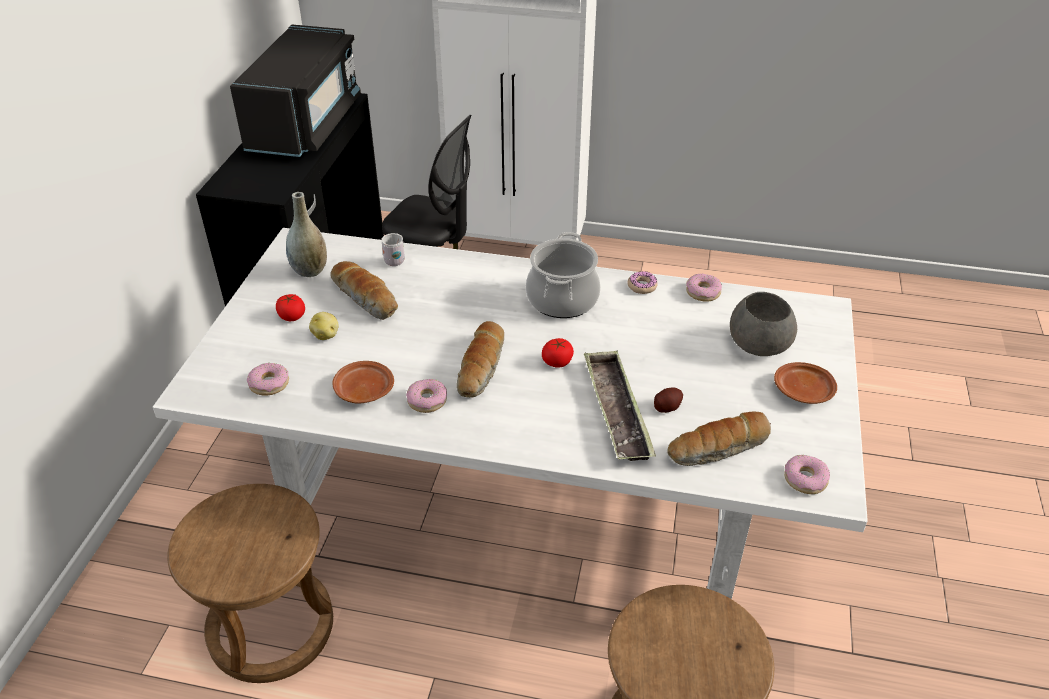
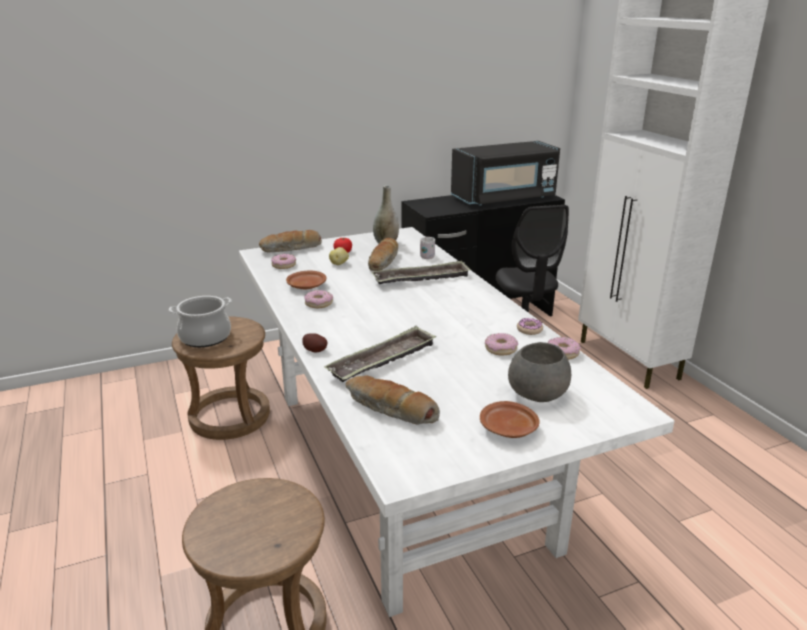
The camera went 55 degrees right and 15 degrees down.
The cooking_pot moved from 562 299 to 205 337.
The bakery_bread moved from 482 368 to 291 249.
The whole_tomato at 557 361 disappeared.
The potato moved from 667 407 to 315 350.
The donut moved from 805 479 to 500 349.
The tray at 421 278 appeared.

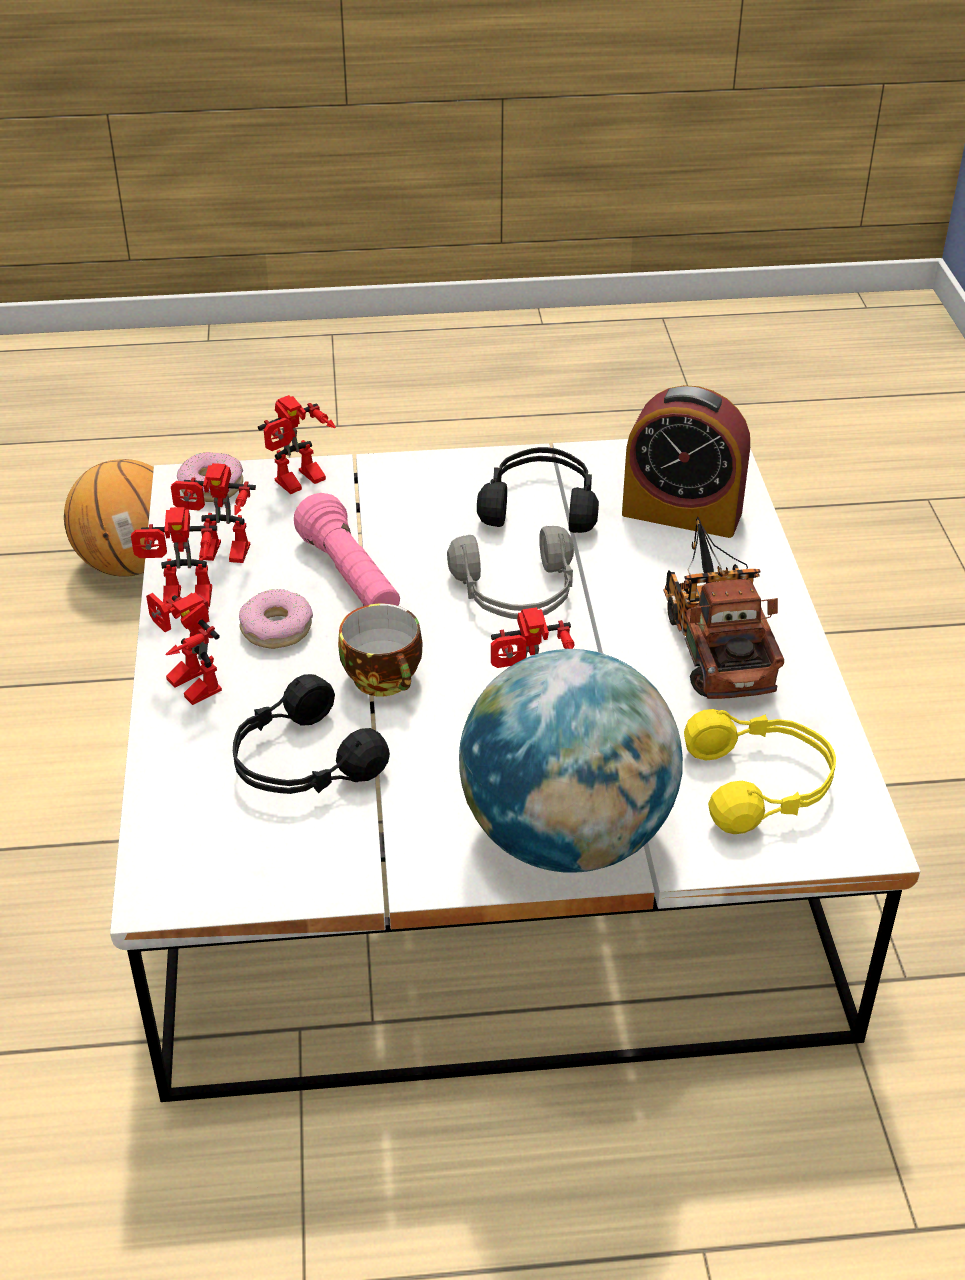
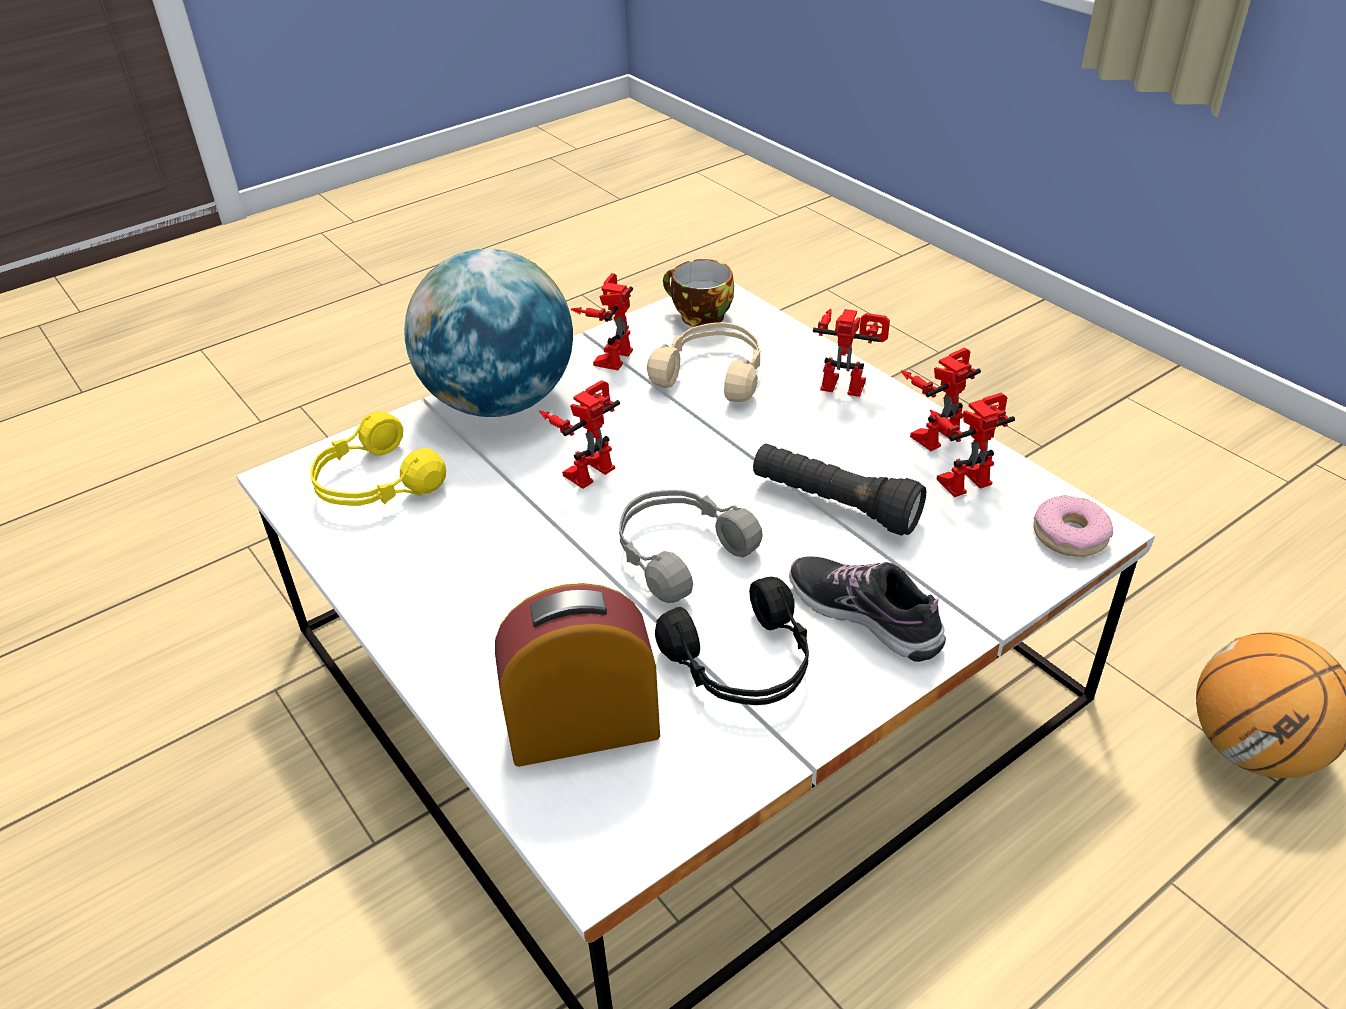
The camera went 150 degrees right and 0 degrees up.
The model_robot moved from 300 484 to 609 355.
The pink_torch at 350 578 became the black_torch at 834 505.
The model_truck at 714 641 disappeared.
The donut at 276 628 disappeared.
The small_cup moved from 386 679 to 698 317.
The black_pair_of_headphones at 302 762 became the sand-coloured_pair_of_headphones at 713 374.
The low_shoe at 865 615 appeared.

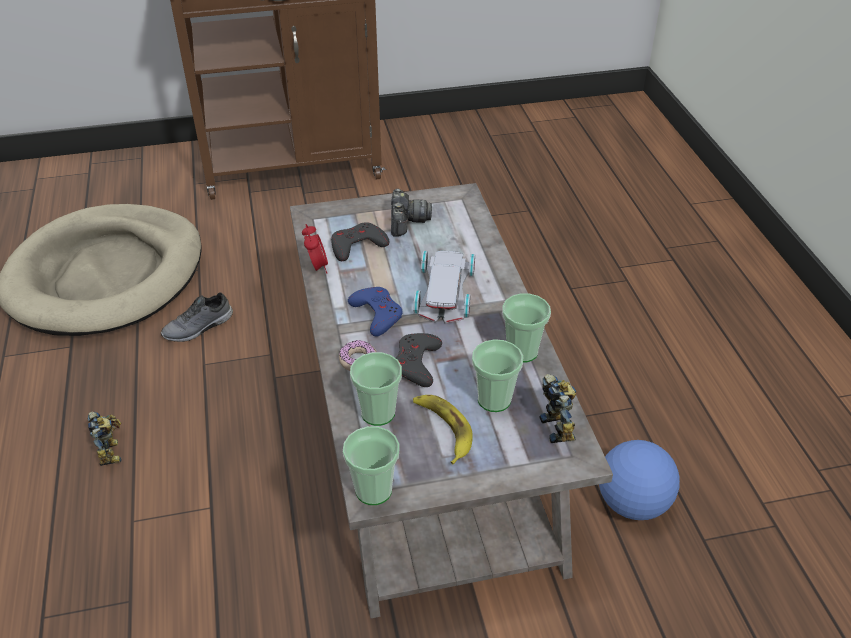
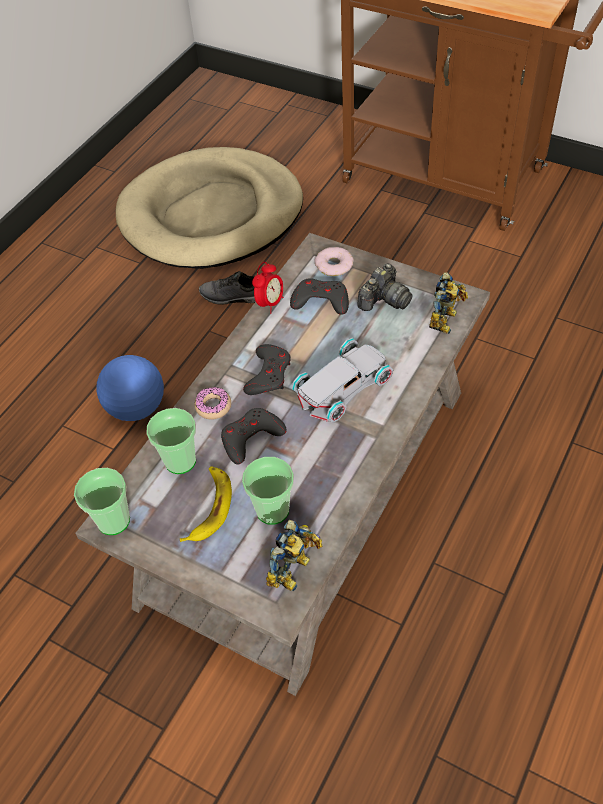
The camera went 45 degrees right and 10 degrees up.
The bluish_gamepad at 377 314 became the greyish_gamepad at 269 374.
The small_cup at 522 351 disappeared.
The model_robot moved from 112 452 to 446 320.
The football moved from 632 503 to 137 408.
The donut at 334 265 appeared.

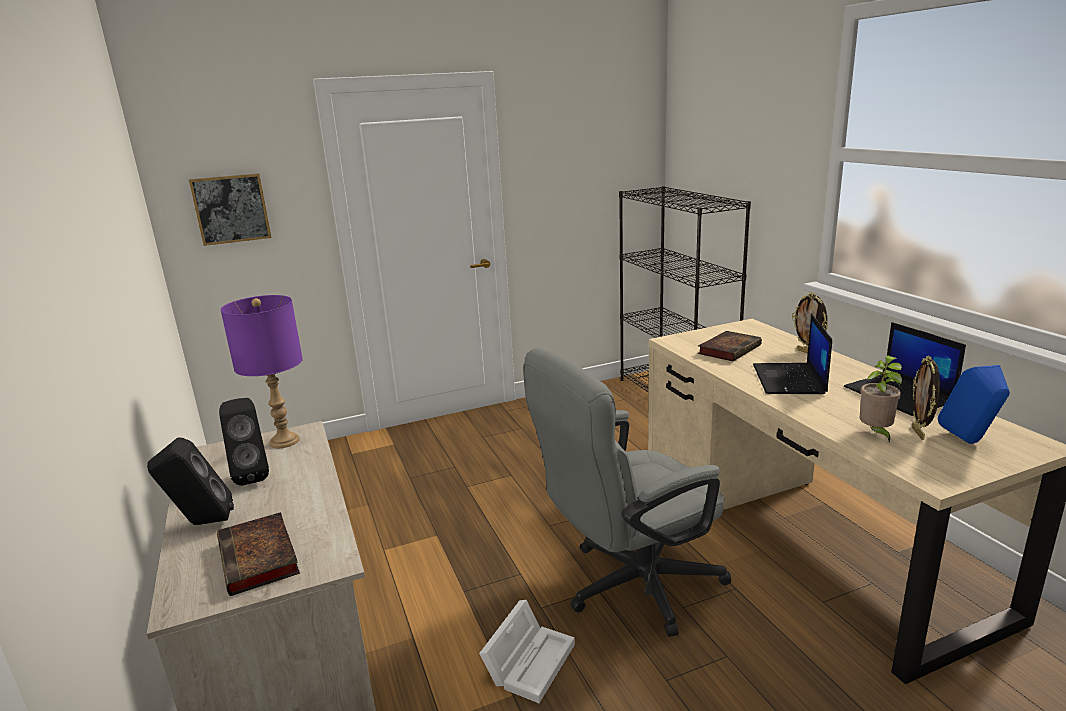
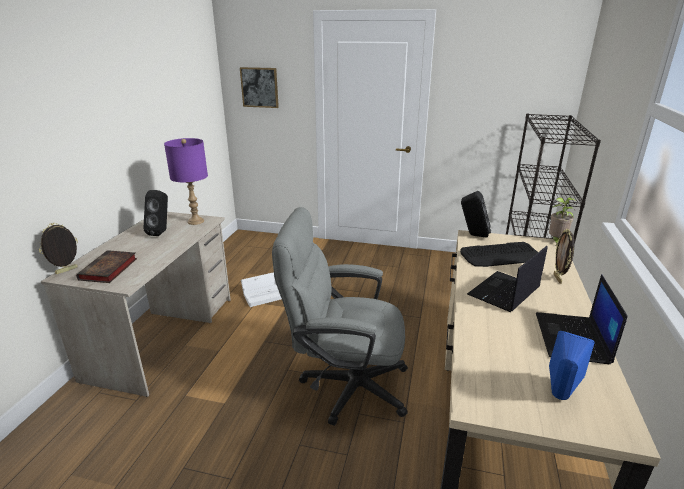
The camera went 35 degrees right and 5 degrees up.
The volume at 729 349 was replaced by the keyboard at 500 255.
The potted_plant moved from 875 433 to 556 241.
The standing_frame moved from 919 433 to 66 271.
The black_speaker moved from 201 523 to 473 235.
The whitish_storage_box moved from 530 660 to 264 295.

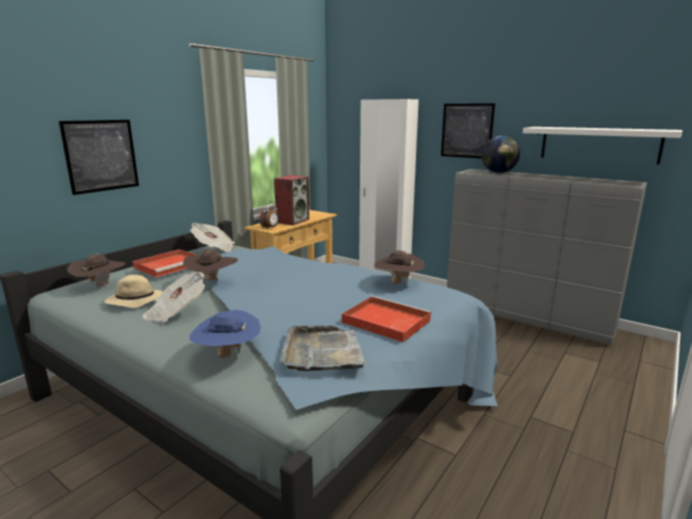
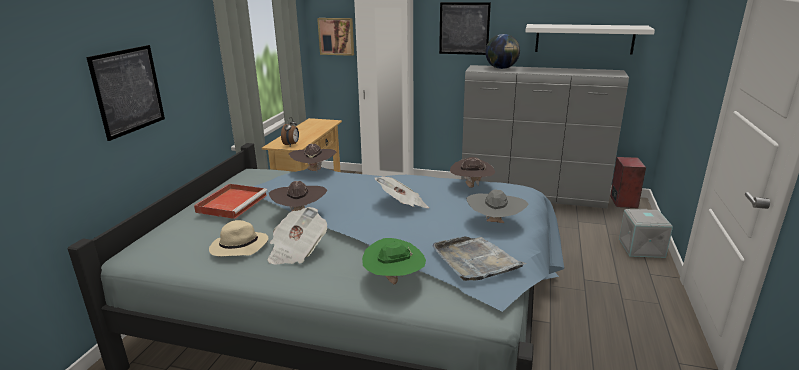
The camera went 20 degrees left and 5 degrees up.
The speaker moved from 292 221 to 623 201.
The newspaper moved from 214 248 to 402 205.
The brown_wearable_hat moved from 100 286 to 314 171.
The reddish_tray at 384 321 was replaced by the greyish_wearable_hat at 495 224.
The bluish_wearable_hat at 227 355 became the greenish_wearable_hat at 394 281.
The wall_art at 336 36 appeared.
The greyish_storage_box at 640 248 appeared.

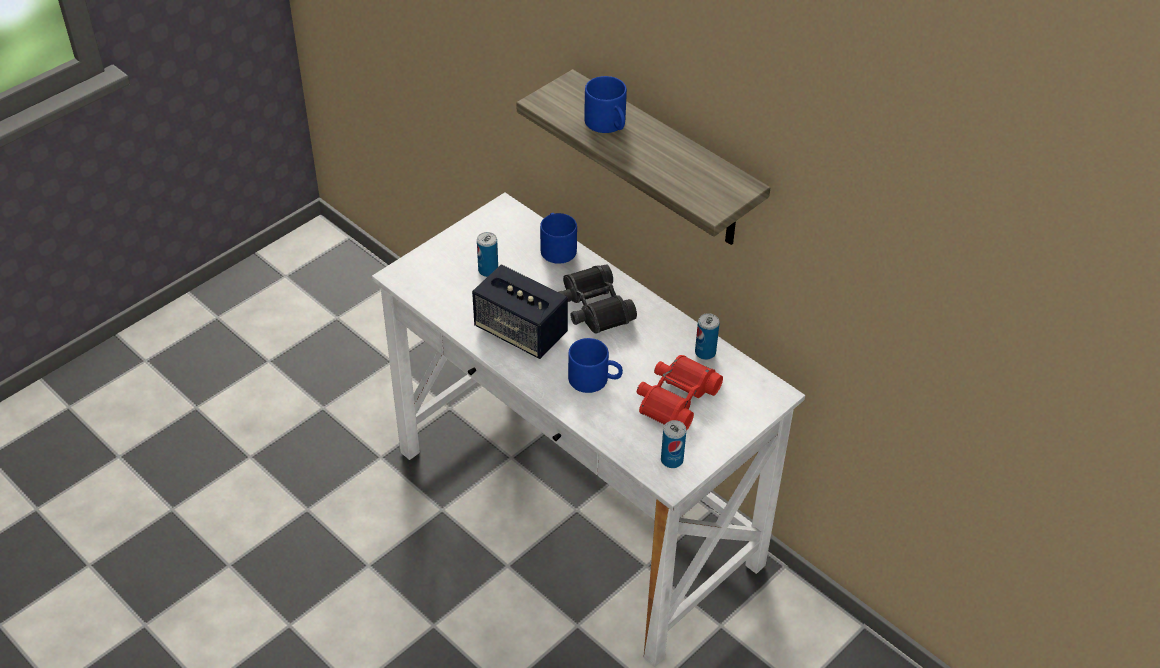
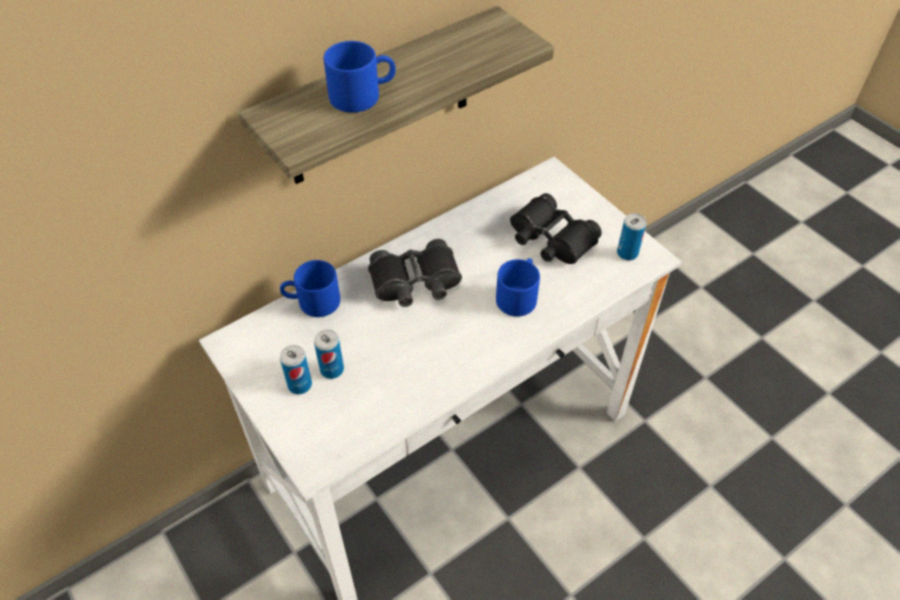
The camera went 80 degrees left and 5 degrees up.
The speaker at 520 332 disappeared.
The metal_can moved from 705 352 to 300 385.
The reddish_field_glasses at 675 399 became the black_field_glasses at 551 239.

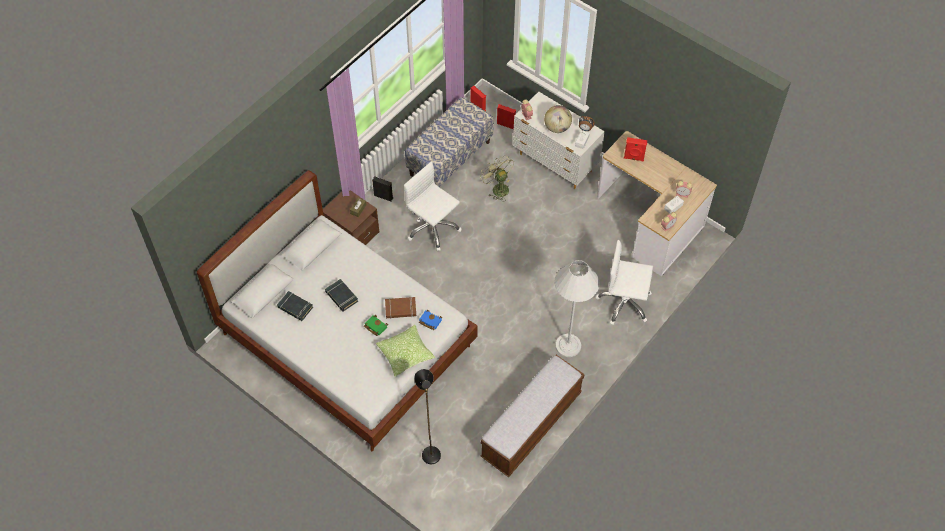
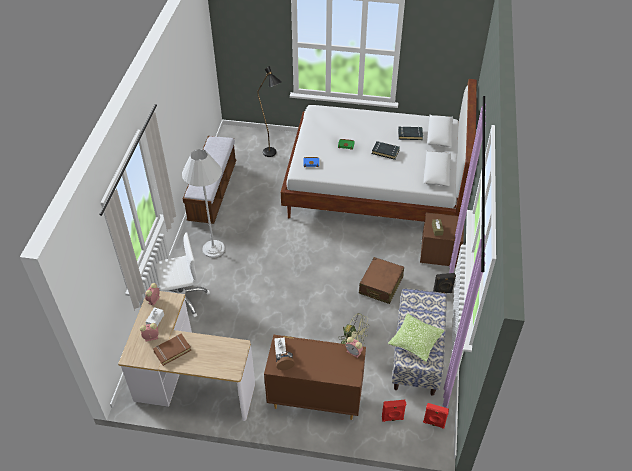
The camera went 150 degrees right and 10 degrees down.
The whitish_chest_of_drawers at 555 164 became the brown_chest_of_drawers at 315 398.
The desk_globe at 557 128 disappeared.
The reddish_speaker at 633 158 disappeared.
The whitish_computer_chair at 432 228 was replaced by the brown_piece_of_luggage at 380 285.
The brown_volume moved from 400 309 to 172 350.
The pillow moved from 405 354 to 415 341.

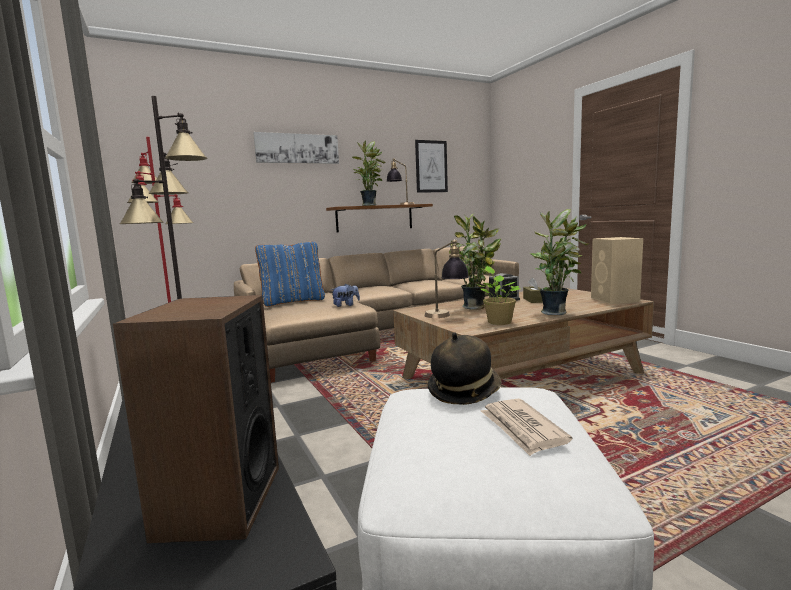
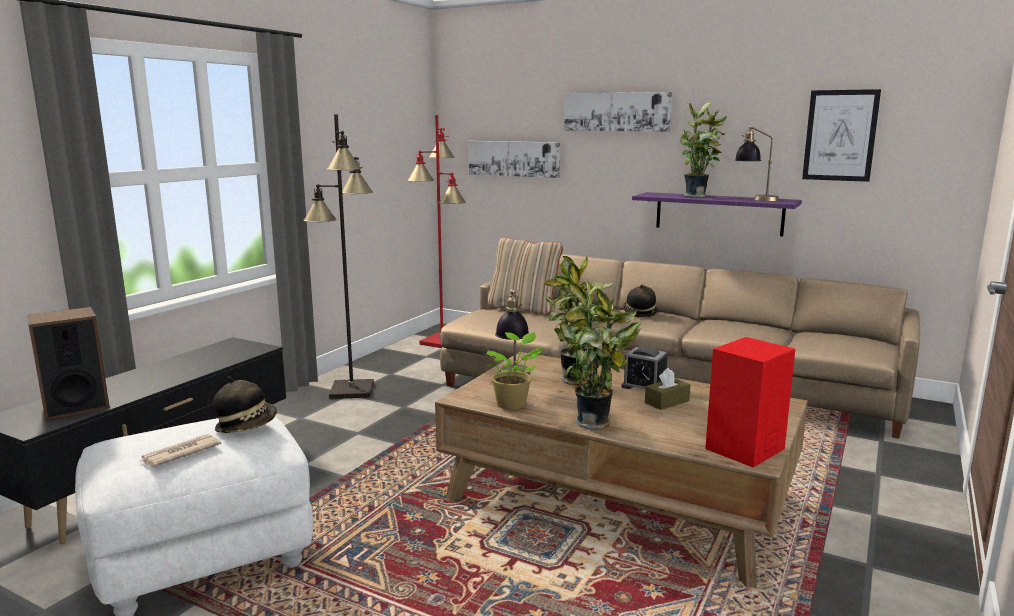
The camera went 55 degrees right and 5 degrees up.
The brown_shelf at 375 218 became the purple_shelf at 718 213.
The sand-coloured_speaker at 615 300 became the reddish_speaker at 743 449.
The bluish_pillow at 293 302 became the sand-coloured_pillow at 524 308.
The soft_toy at 346 305 disappeared.
The wall_art at 514 158 appeared.
The wearable_hat at 640 313 appeared.

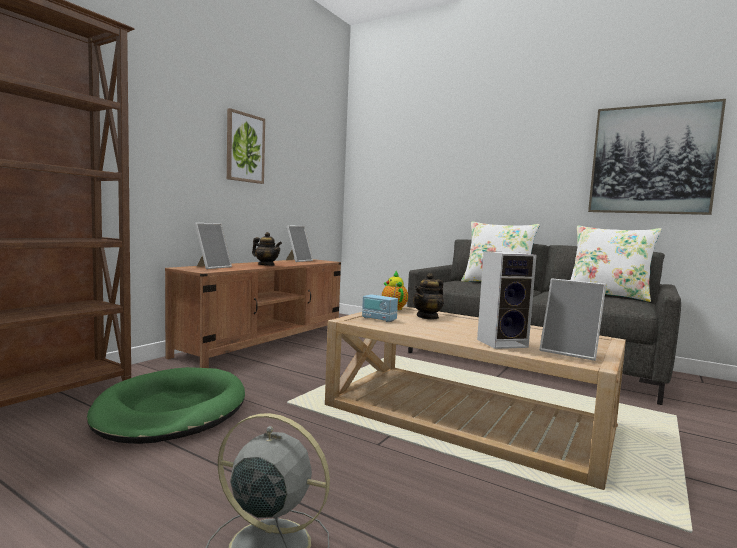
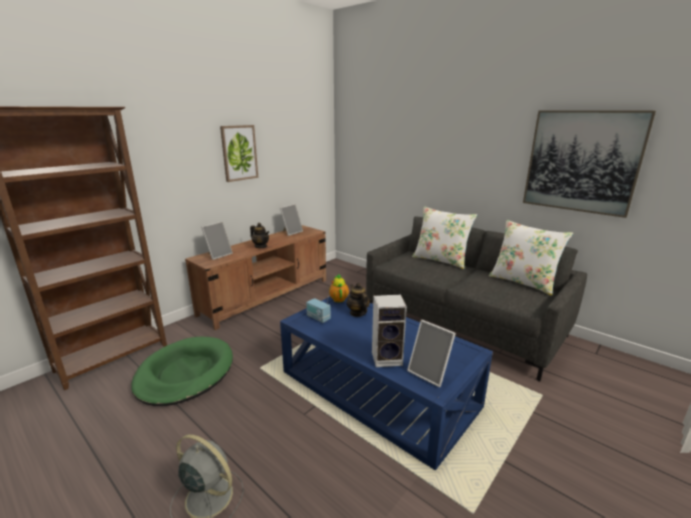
The camera went 10 degrees right and 15 degrees up.
The teapot at 428 317 turned 105 degrees clockwise.
The sand-coloured_low_table at 467 416 became the bluish_low_table at 378 388.

